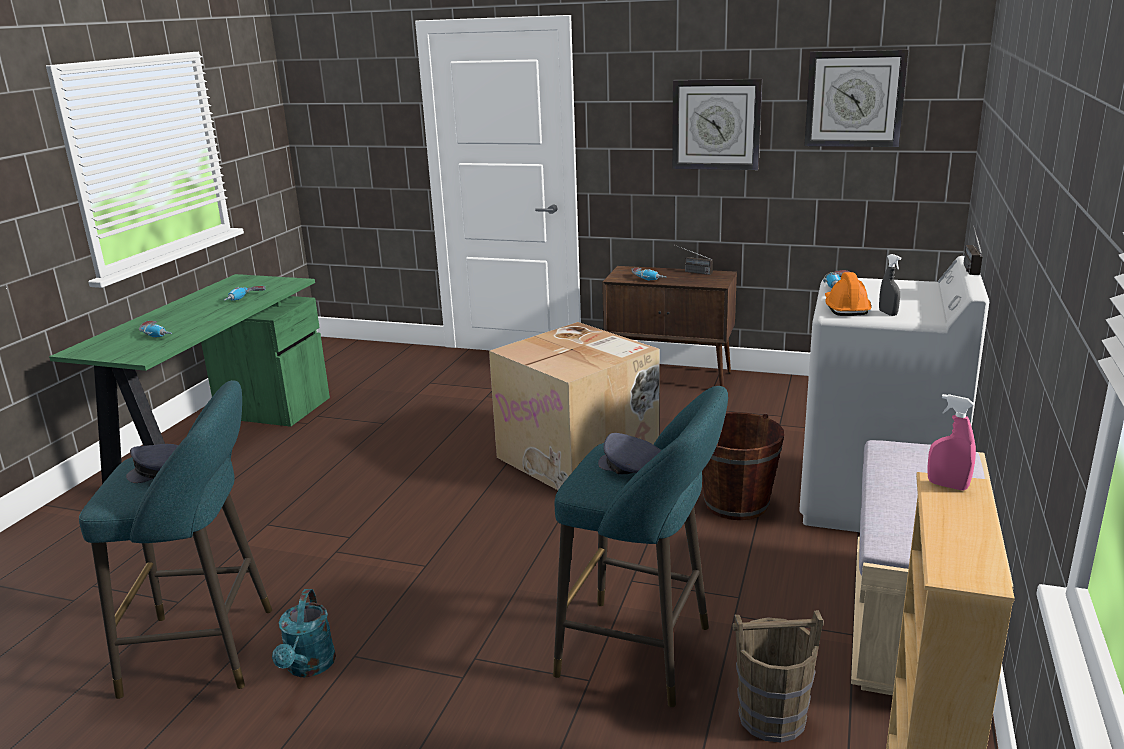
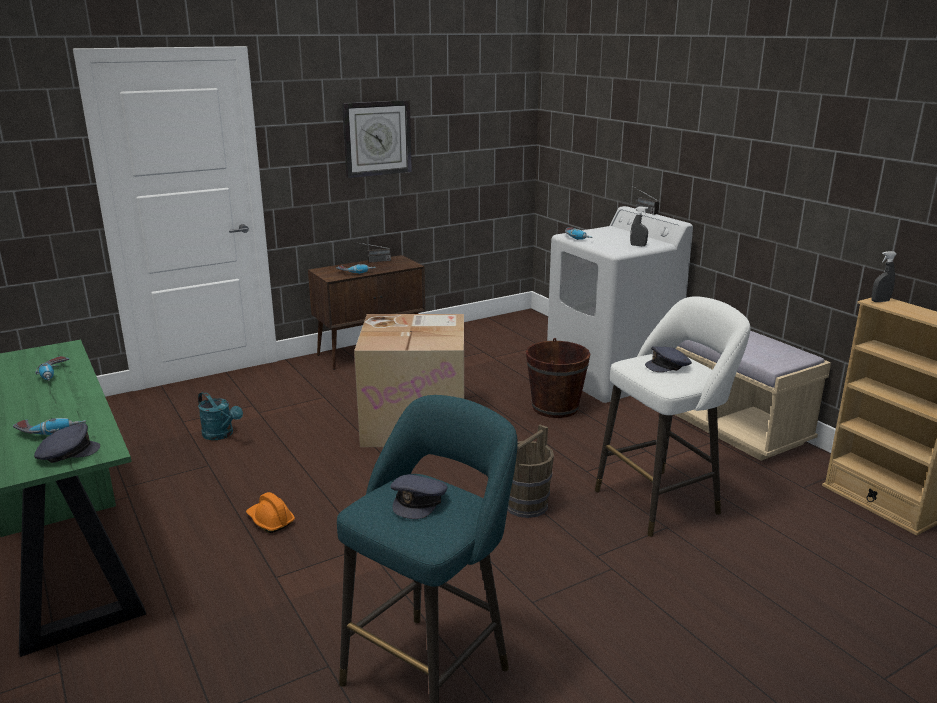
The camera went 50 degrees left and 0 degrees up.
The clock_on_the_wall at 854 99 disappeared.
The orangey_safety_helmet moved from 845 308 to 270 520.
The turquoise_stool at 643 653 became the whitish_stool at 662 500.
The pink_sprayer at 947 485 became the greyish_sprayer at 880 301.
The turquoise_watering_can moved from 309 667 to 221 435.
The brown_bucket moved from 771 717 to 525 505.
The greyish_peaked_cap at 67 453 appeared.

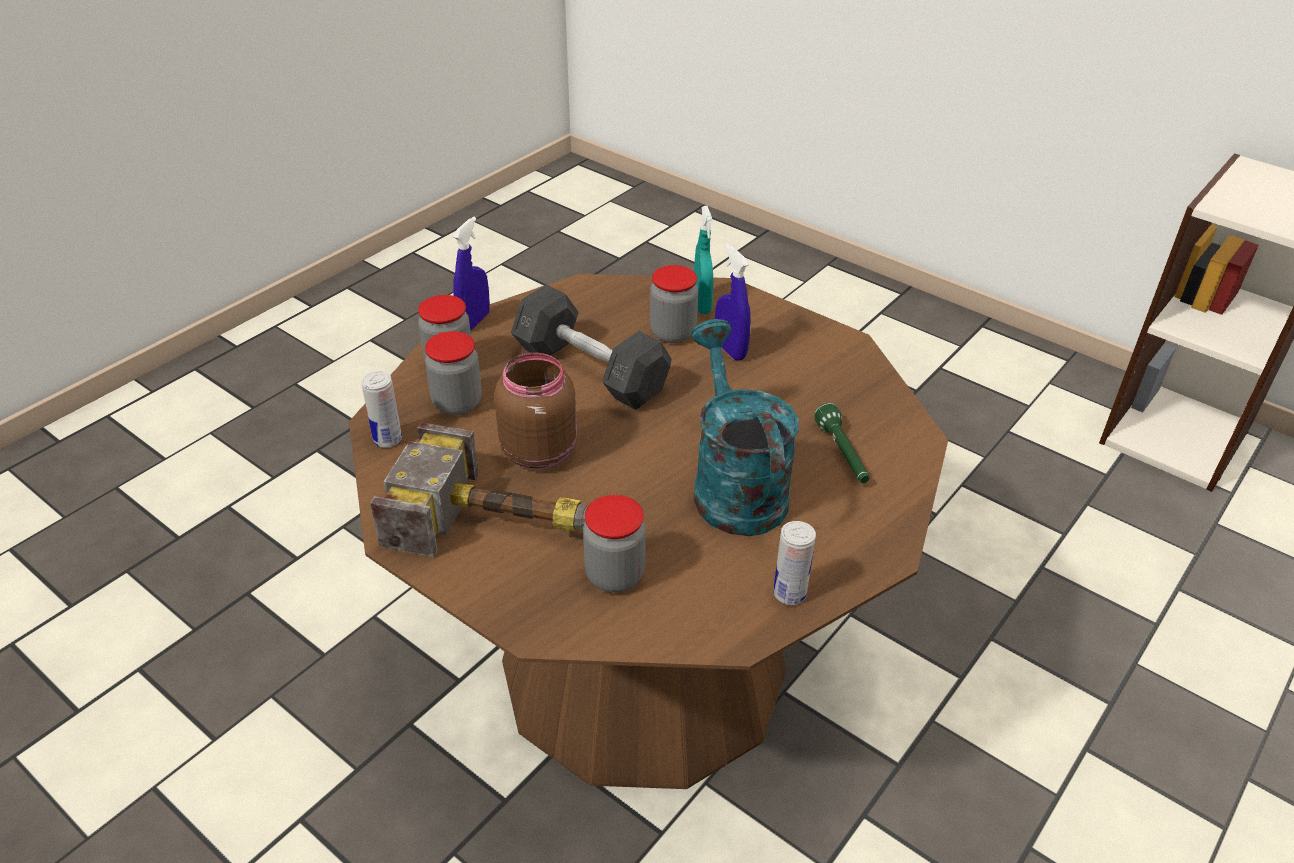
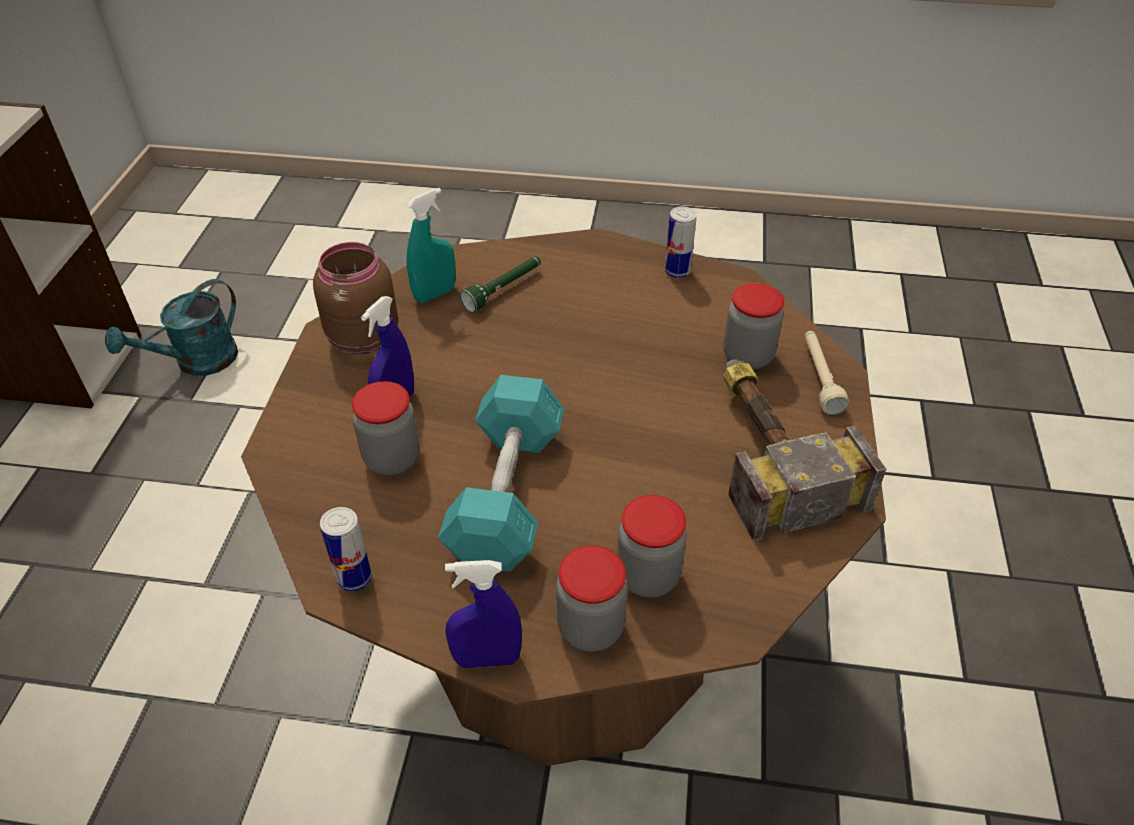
The camera went 120 degrees left and 5 degrees up.
The turquoise_sprayer moved from 702 305 to 435 294.
The greyish_free_weight at 590 370 became the turquoise_free_weight at 506 493.
The turquoise_watering_can moved from 733 485 to 197 362.
The brown_storage_jar moved from 539 450 to 361 339.
The metal_can moved from 387 439 to 354 578.
The sand-coloured_torch at 819 378 appeared.

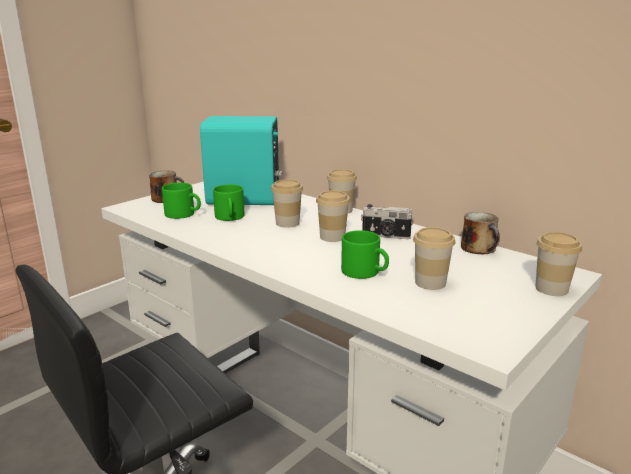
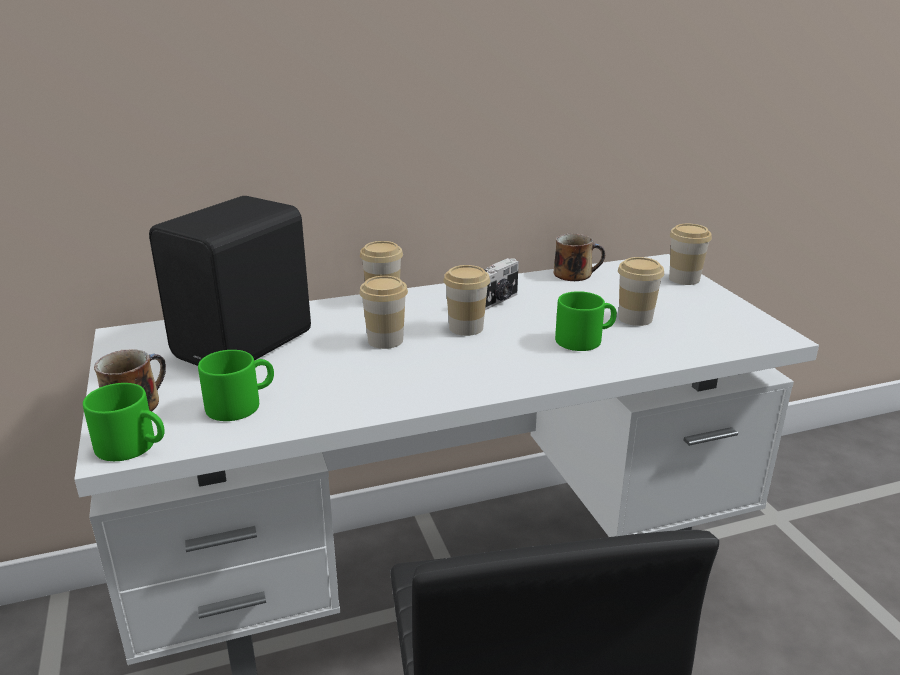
The camera went 60 degrees left and 5 degrees up.
The turquoise_speaker at 245 200 became the black_speaker at 247 345.
The greenish_mug moved from 230 217 to 134 446.

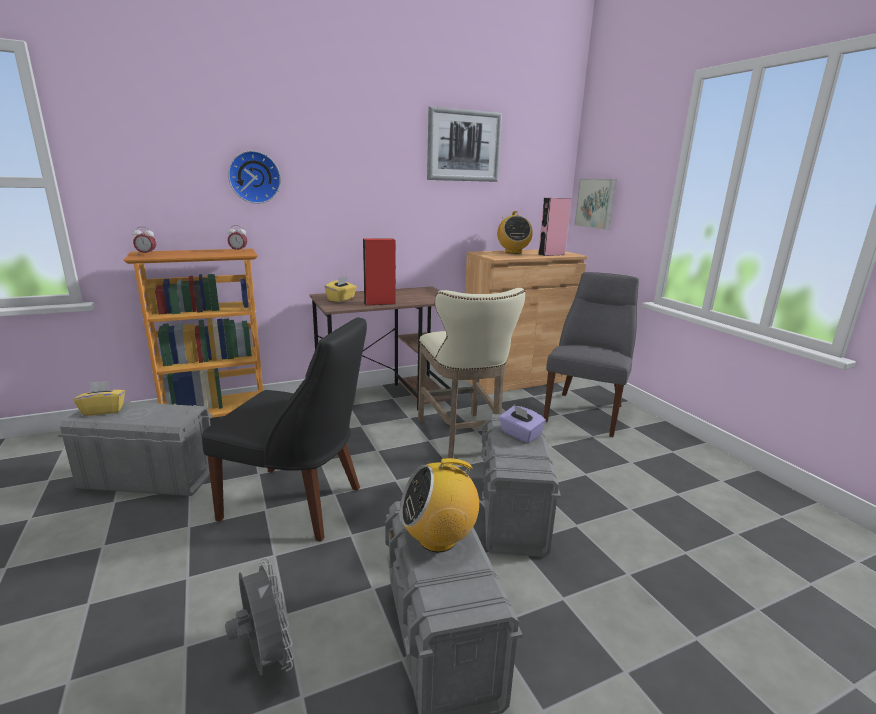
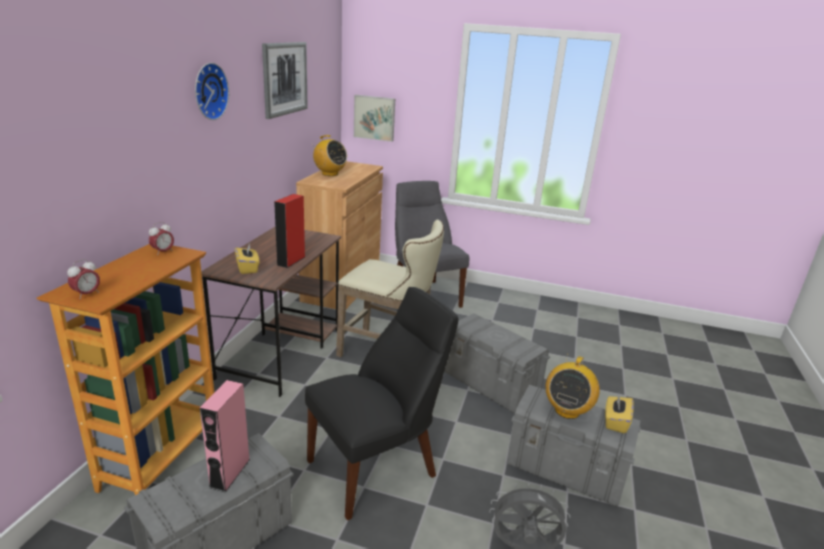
The camera went 50 degrees left and 5 degrees up.
The clock_on_the_wall moved from 254 177 to 208 91.
The pink_speaker moved from 551 254 to 229 473.
The yellow_tissue_holder moved from 103 410 to 615 422.
The purple_tissue_holder at 520 435 disappeared.

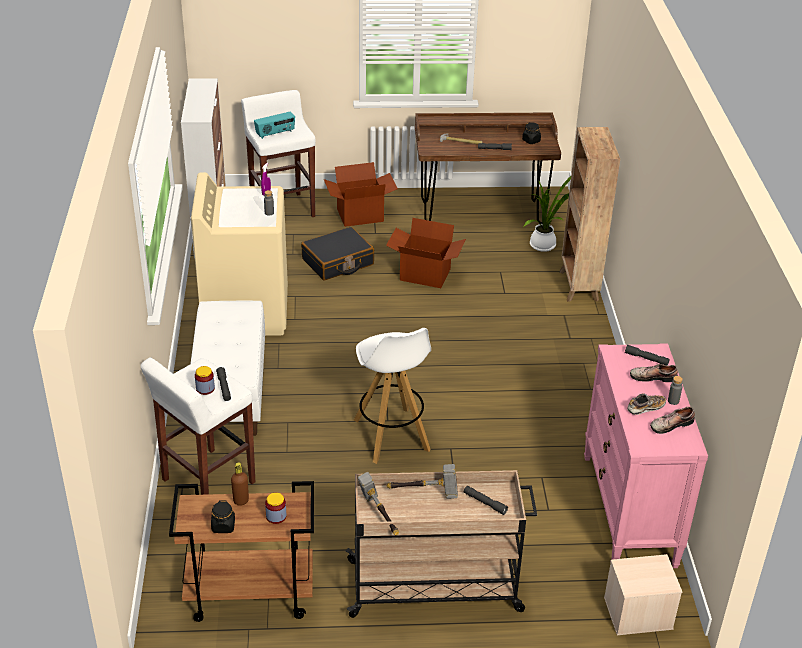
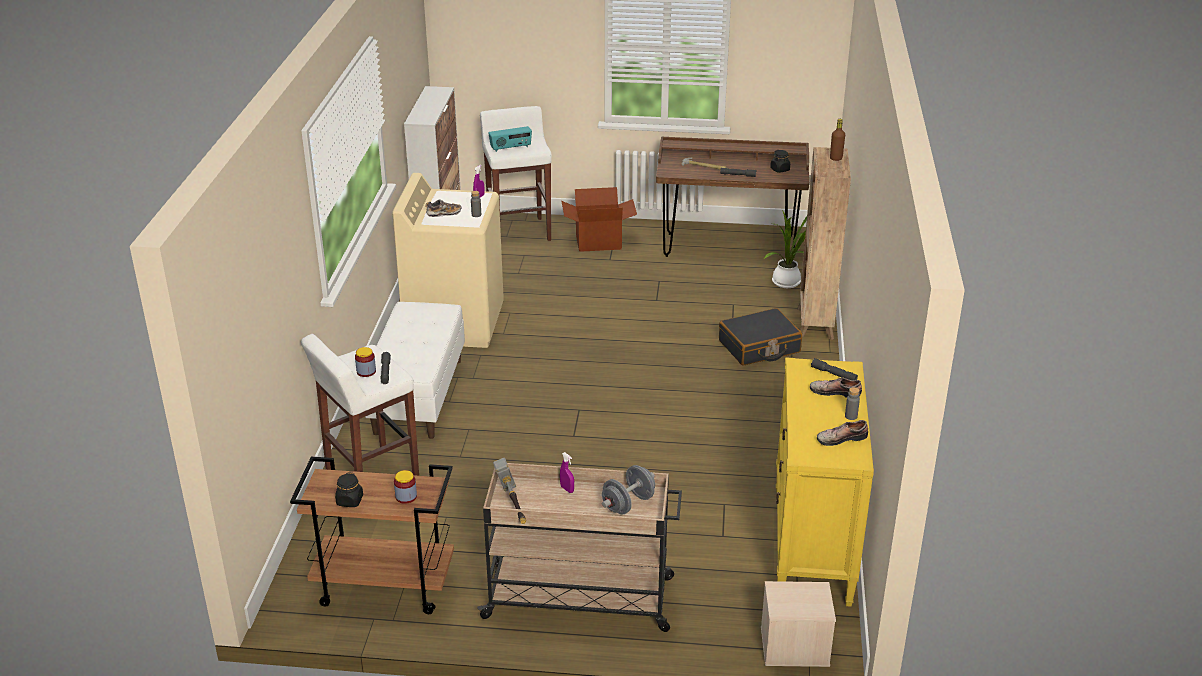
The camera went 10 degrees right and 5 degrees down.
The packing_box at 424 275 disappeared.
The black_piece_of_luggage moved from 338 262 to 759 347.
The whitish_stool at 391 435 disappeared.
The pink_chest_of_drawers at 629 510 became the yellow_chest_of_drawers at 812 545.
The low_shoe moved from 645 408 to 443 214.
The brown_drink_bottle moved from 241 501 to 836 158.
The hammer at 425 493 was replaced by the purple_sprayer at 567 489.
The greyish_torch at 485 503 was replaced by the greyish_free_weight at 628 504.

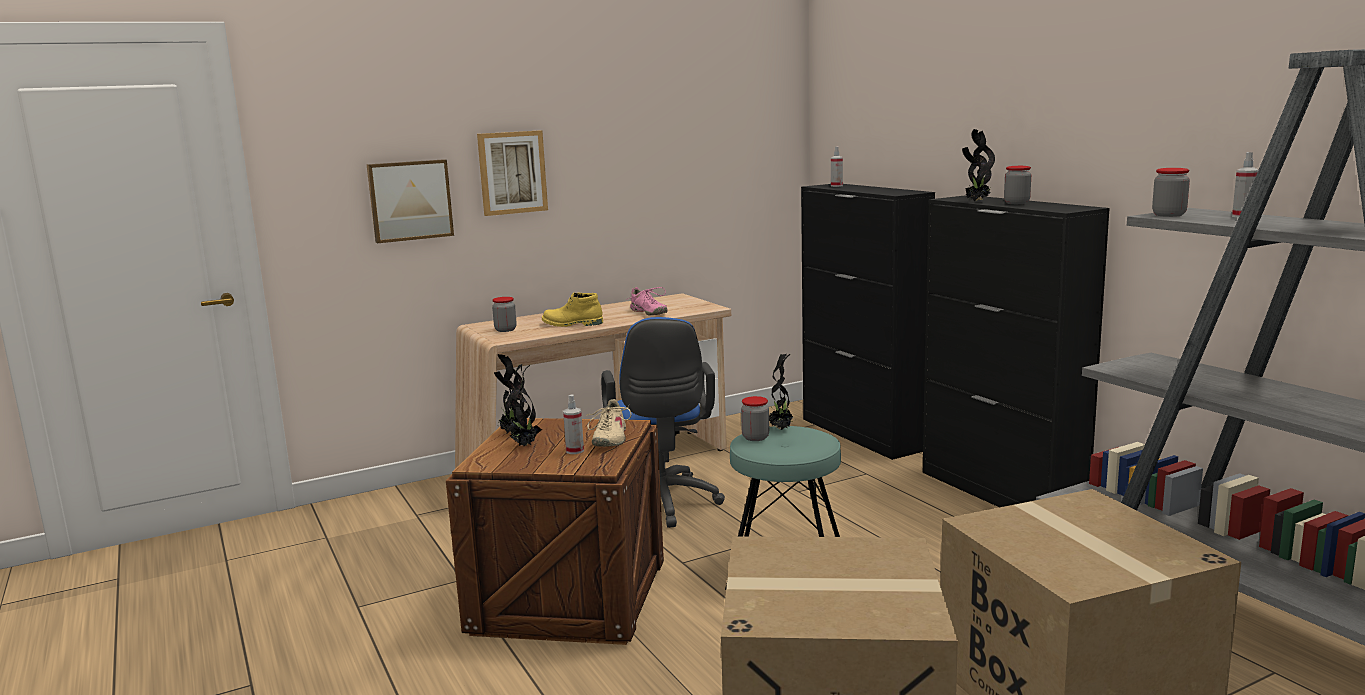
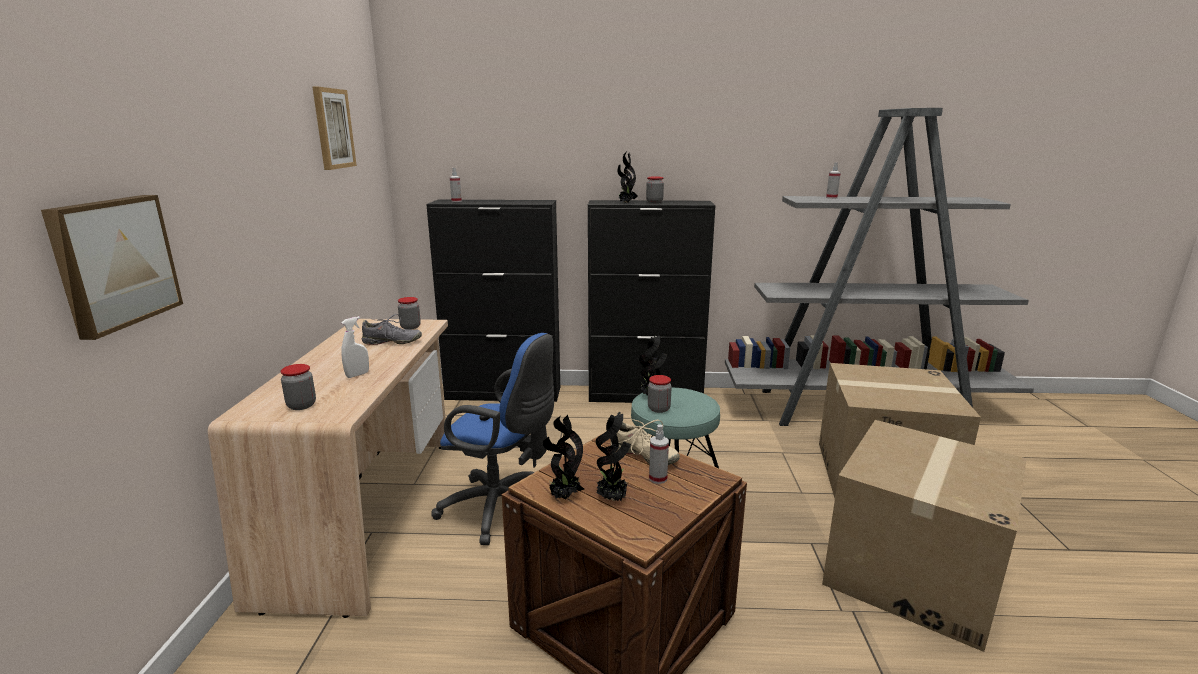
The camera went 60 degrees left and 5 degrees up.
The wall_art moved from 512 172 to 333 128.
The storage_jar moved from 1169 215 to 410 327.
The pink_low_shoe at 648 312 became the greyish_low_shoe at 392 342.
The yellow_boot at 572 324 was replaced by the whitish_sprayer at 357 375.

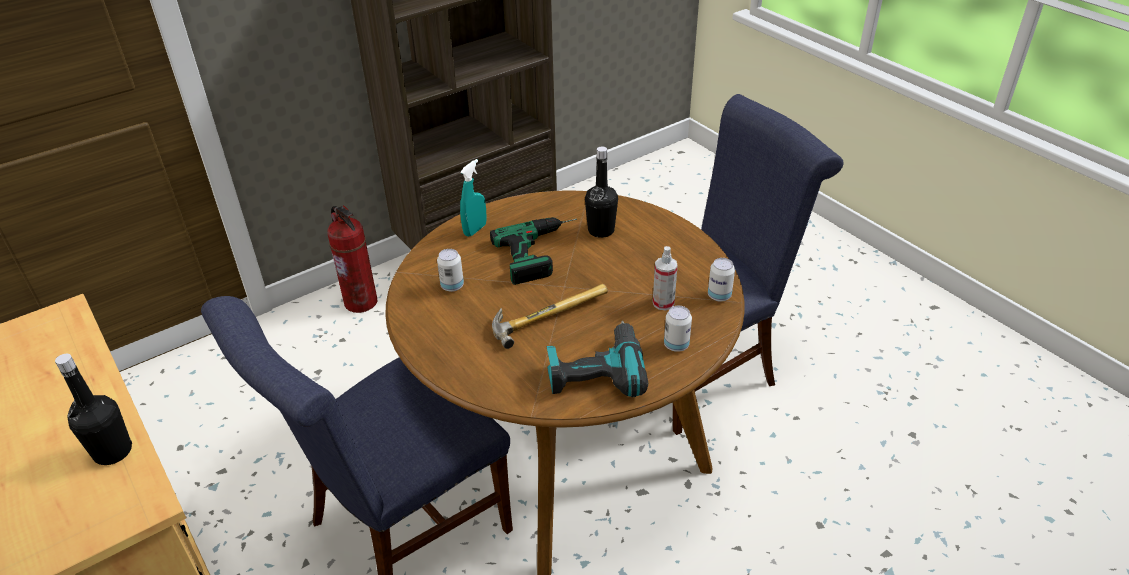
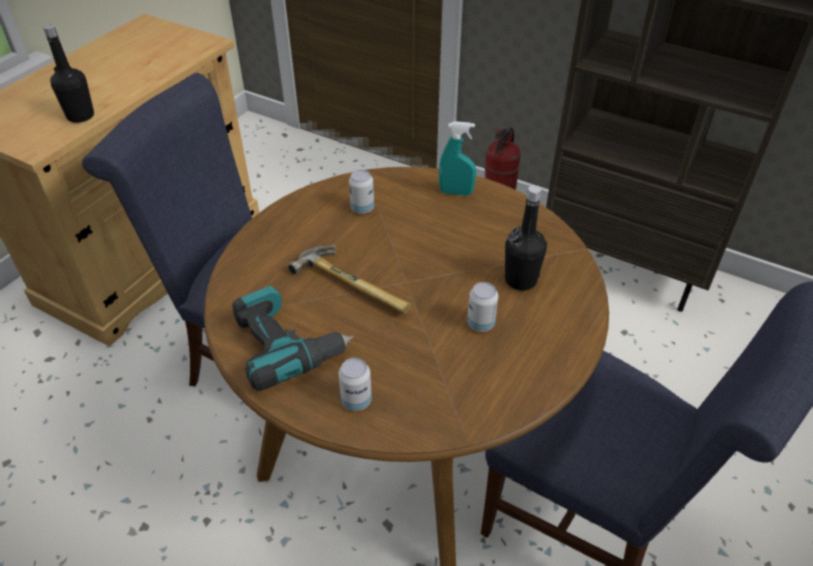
The camera went 65 degrees right and 5 degrees up.
The power_drill at 544 251 disappeared.
The sprayer at 663 303 disappeared.
The metal_can moved from 719 296 to 480 324.

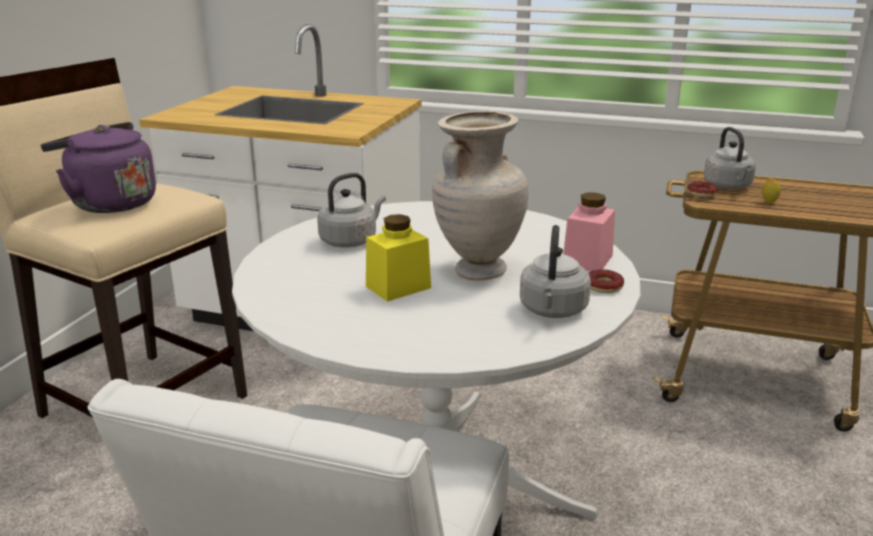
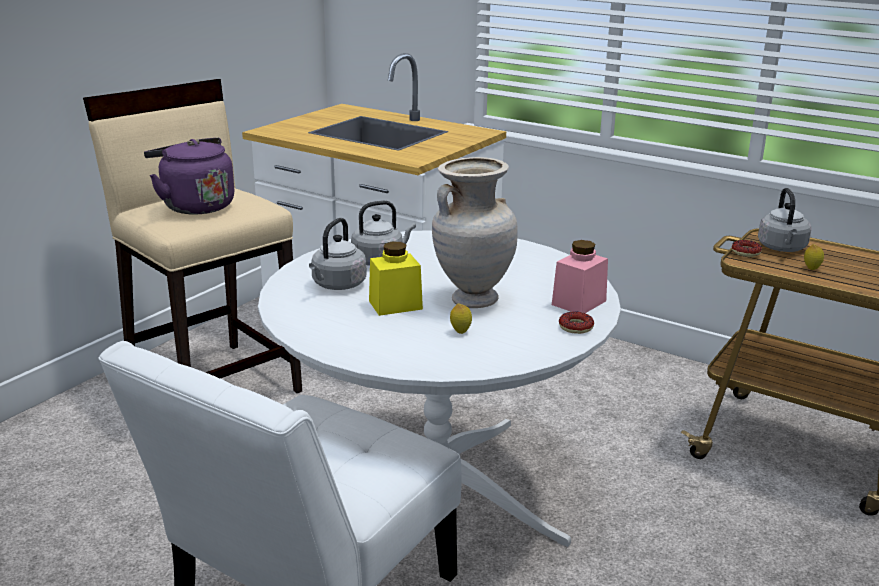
The camera went 15 degrees right and 0 degrees up.
The greyish_water_kettle moved from 553 311 to 337 285.
The citrus_fruit at 460 331 appeared.

